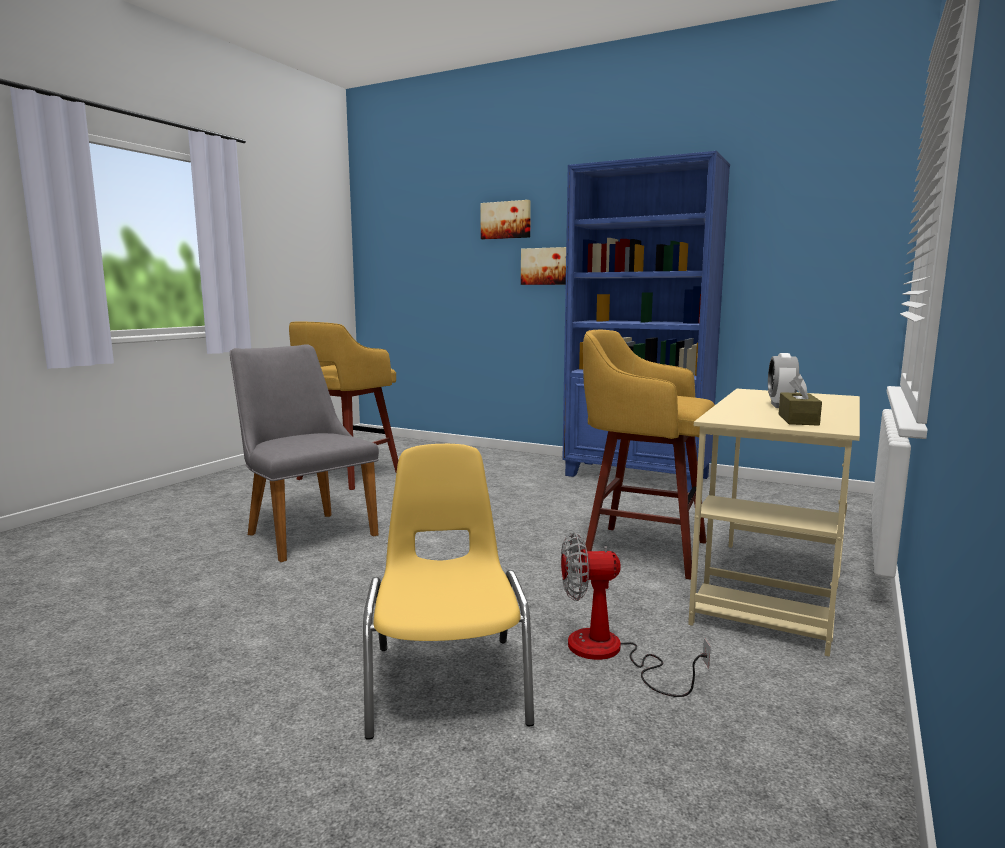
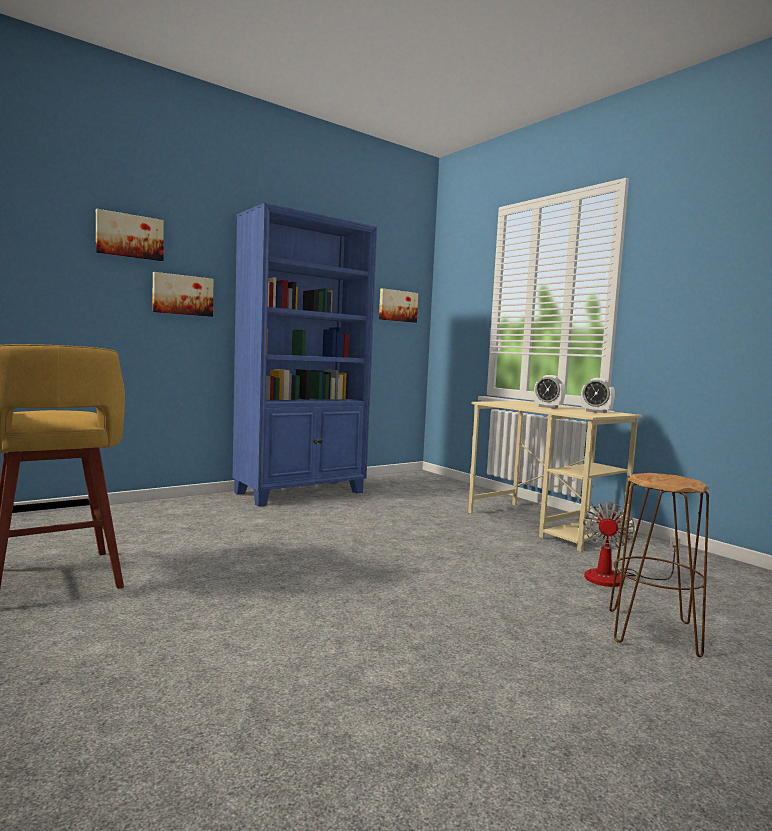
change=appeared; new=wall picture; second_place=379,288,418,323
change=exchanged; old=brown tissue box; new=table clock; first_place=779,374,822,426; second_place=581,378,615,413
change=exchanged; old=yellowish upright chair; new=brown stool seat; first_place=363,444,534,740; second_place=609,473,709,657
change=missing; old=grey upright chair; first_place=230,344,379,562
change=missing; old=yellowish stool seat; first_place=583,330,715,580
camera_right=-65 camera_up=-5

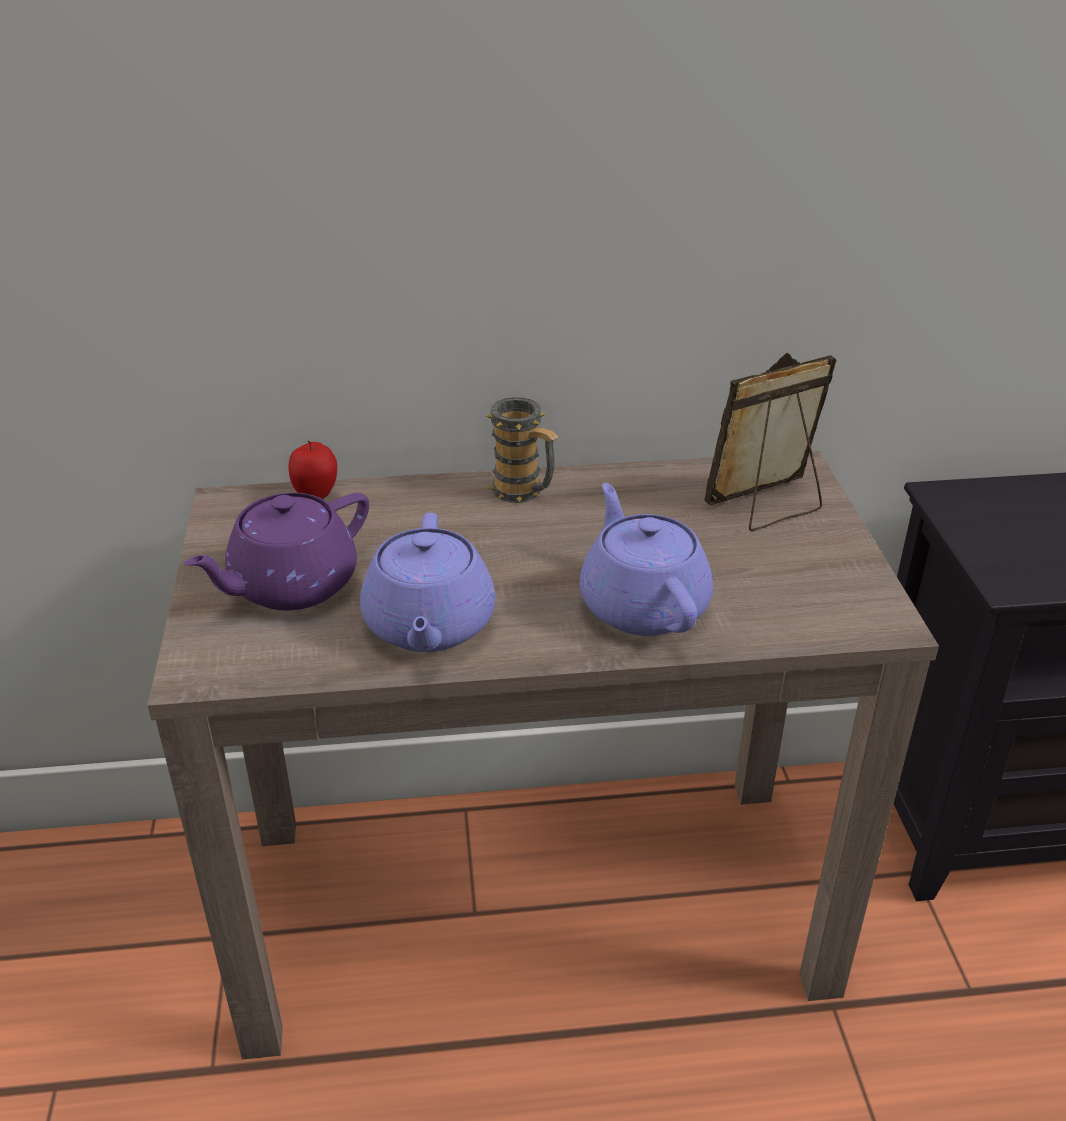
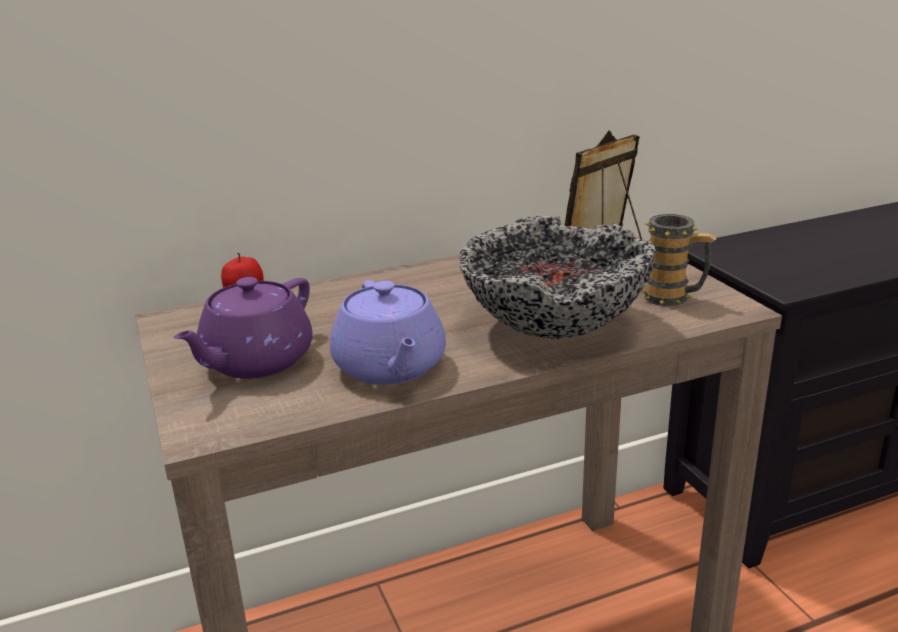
change=exchanged; old=purplish pot for tea; new=deep dish; first_place=580,483,713,636; second_place=459,216,656,339
change=relocated; old=coffee mug; first_place=486,397,558,503; second_place=642,214,717,306
camera_right=-15 camera_up=-10

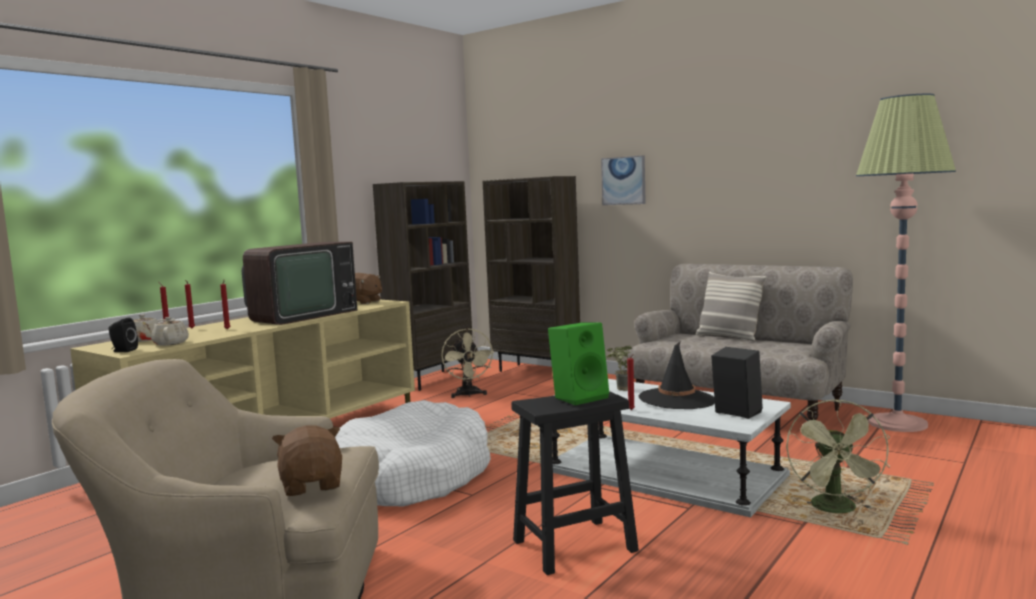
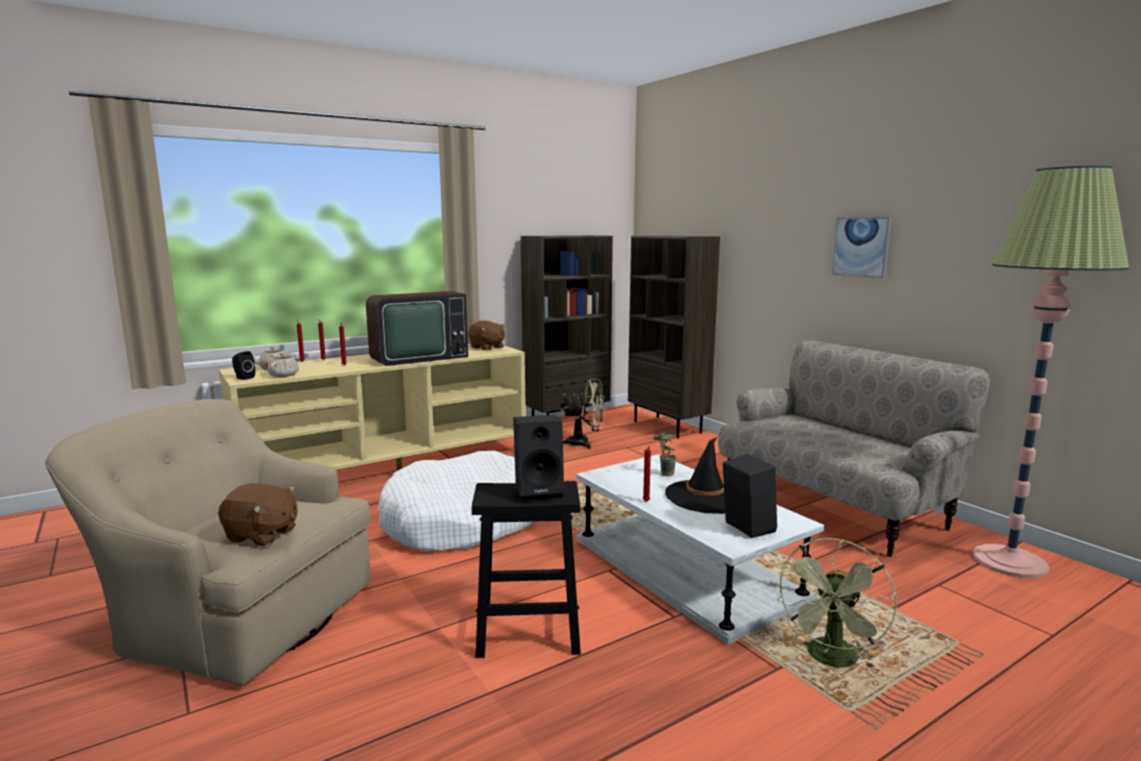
change=spun; old=brown cuddly toy; first_place=272,425,342,496; second_place=218,483,297,546; degrees=105
change=colour; old=green-coloured speaker; new=black speaker; first_place=548,322,609,405; second_place=513,415,564,501
change=spun; old=sand-coloured fan; first_place=441,328,494,398; second_place=560,379,605,449; degrees=-105
change=relocated; old=wall picture; first_place=601,155,646,205; second_place=832,217,892,278
change=missing; old=cushion; first_place=696,271,766,341
camera_right=20 camera_up=5

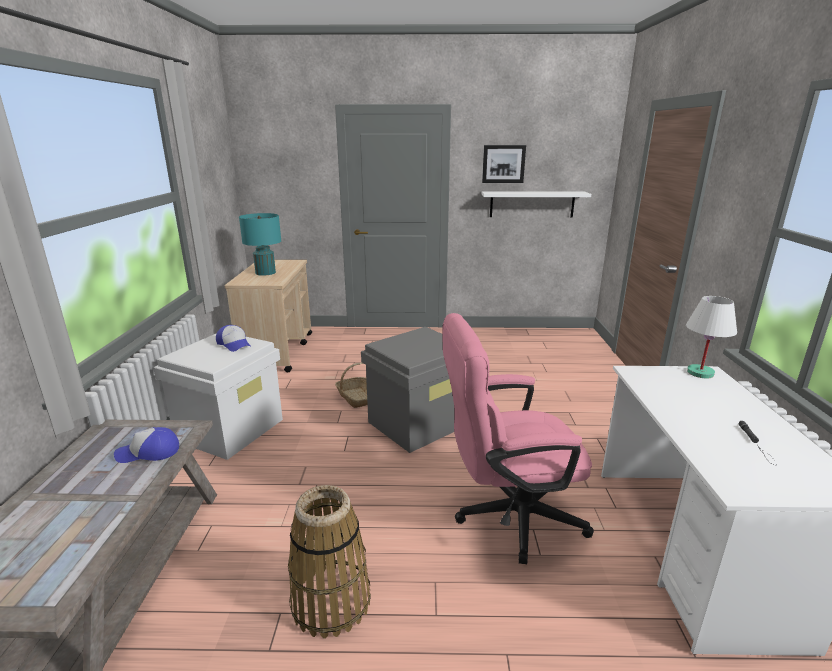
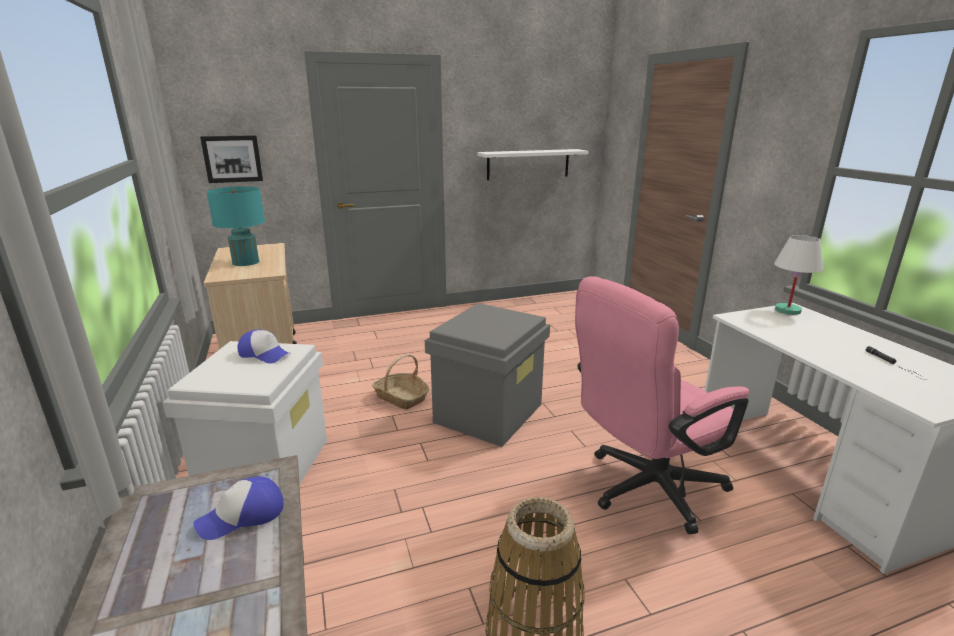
change=relocated; old=wall picture; first_place=482,145,526,183; second_place=200,135,263,183
camera_right=-20 camera_up=0

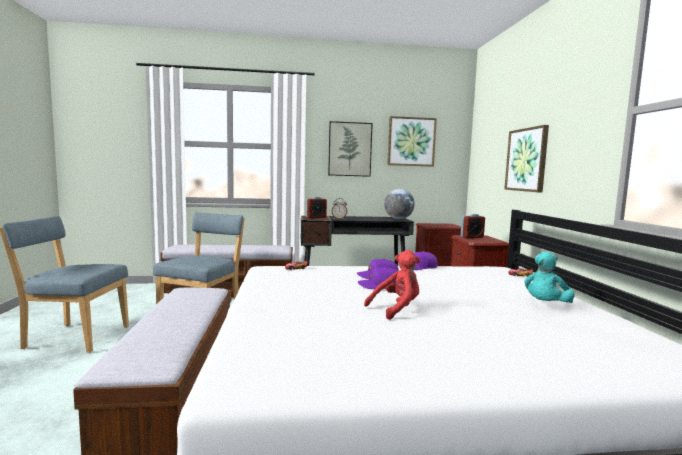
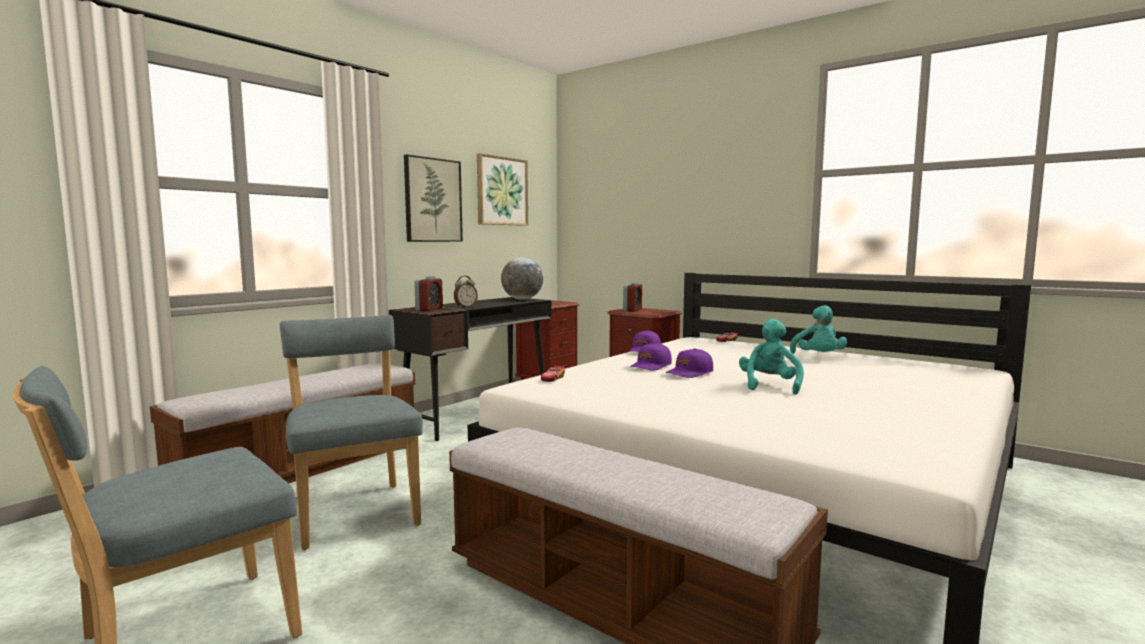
change=colour; old=reddish cuddly toy; new=blue-green cuddly toy; first_place=364,250,420,320; second_place=739,319,804,394
change=missing; old=wall picture; first_place=504,125,549,192
camera_right=-45 camera_up=0

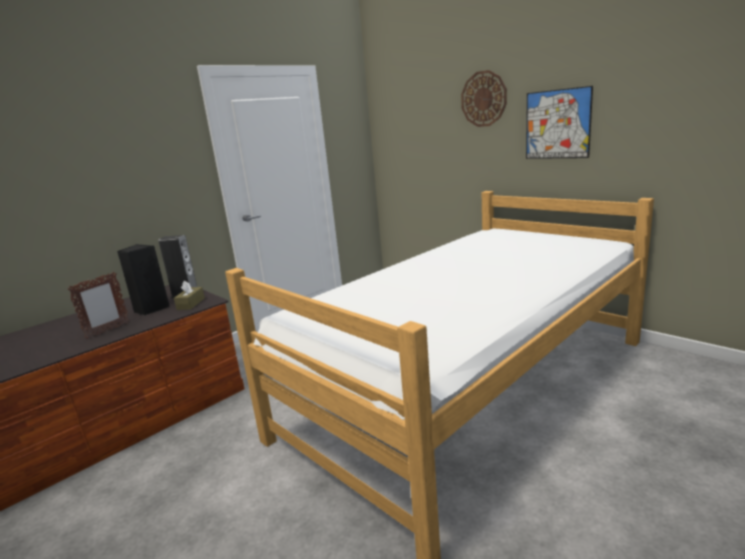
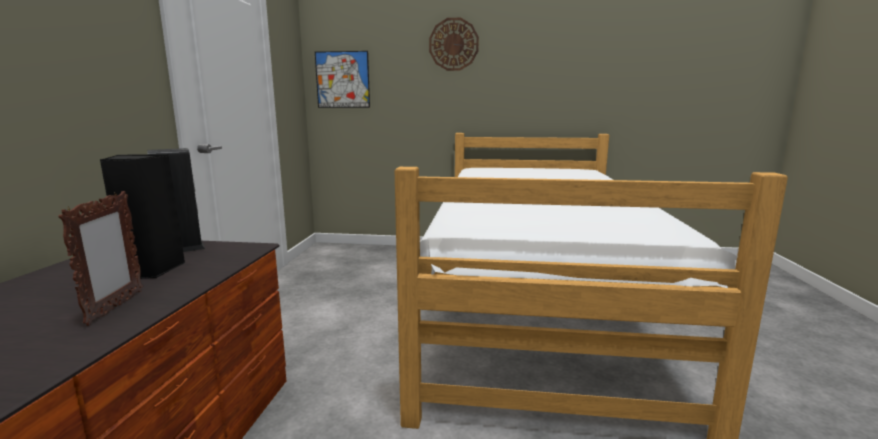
change=relocated; old=wall picture; first_place=526,86,593,159; second_place=315,51,370,108
change=missing; old=brown tissue box; first_place=174,281,205,310
camera_right=-40 camera_up=-5

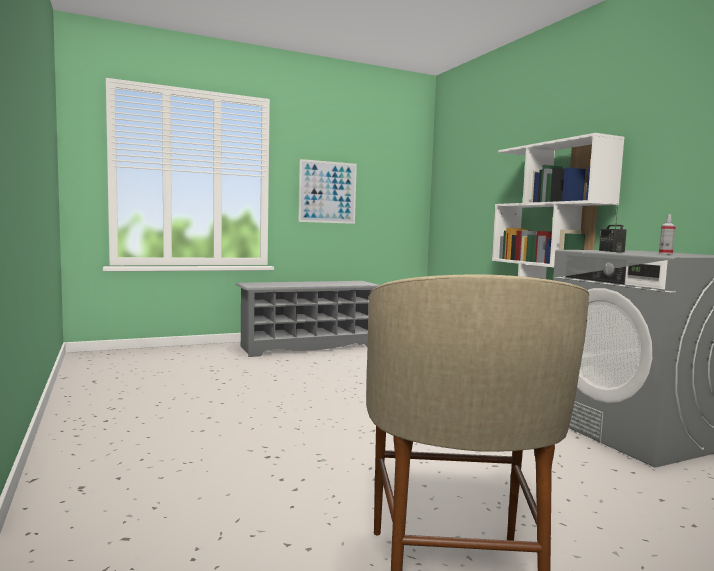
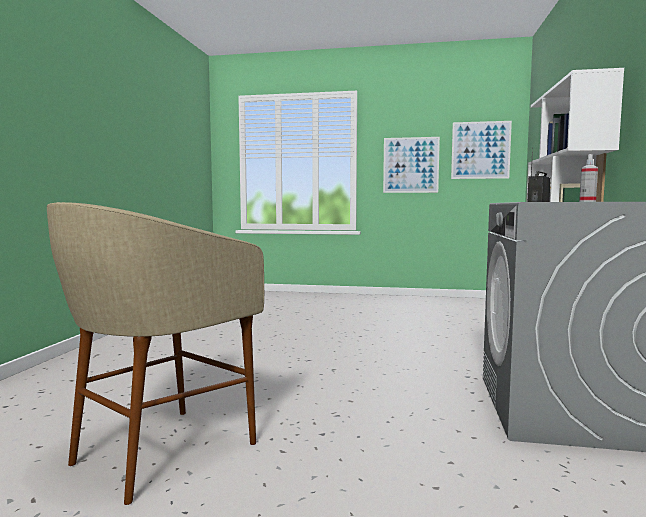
change=appeared; new=wall picture; second_place=451,121,512,179
change=missing; old=grey shoe shelf; first_place=235,281,379,357
camera_right=35 camera_up=0

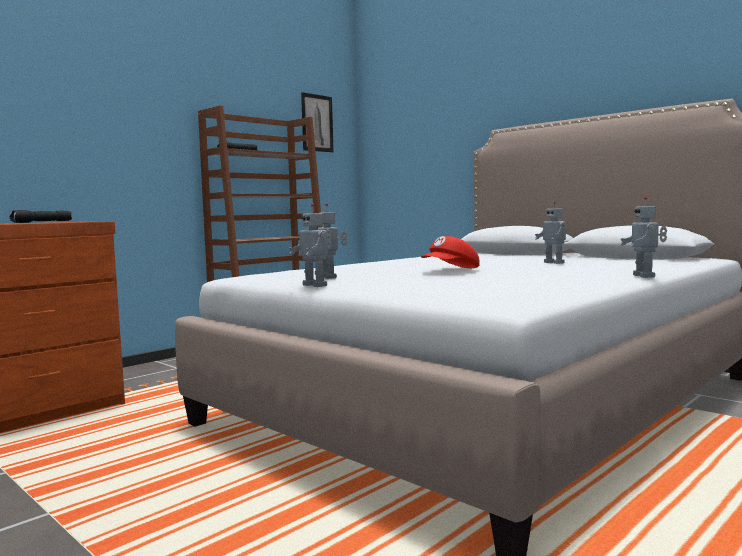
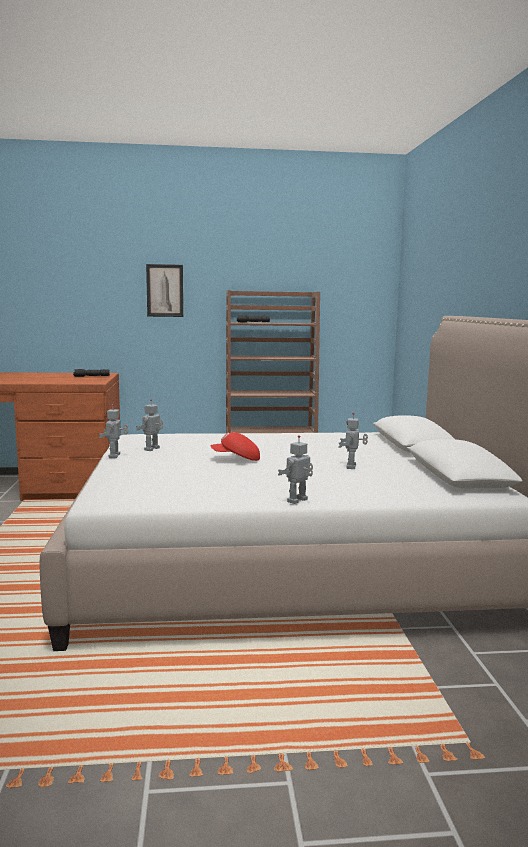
change=relocated; old=wall picture; first_place=301,92,334,153; second_place=146,264,183,317
camera_right=40 camera_up=5

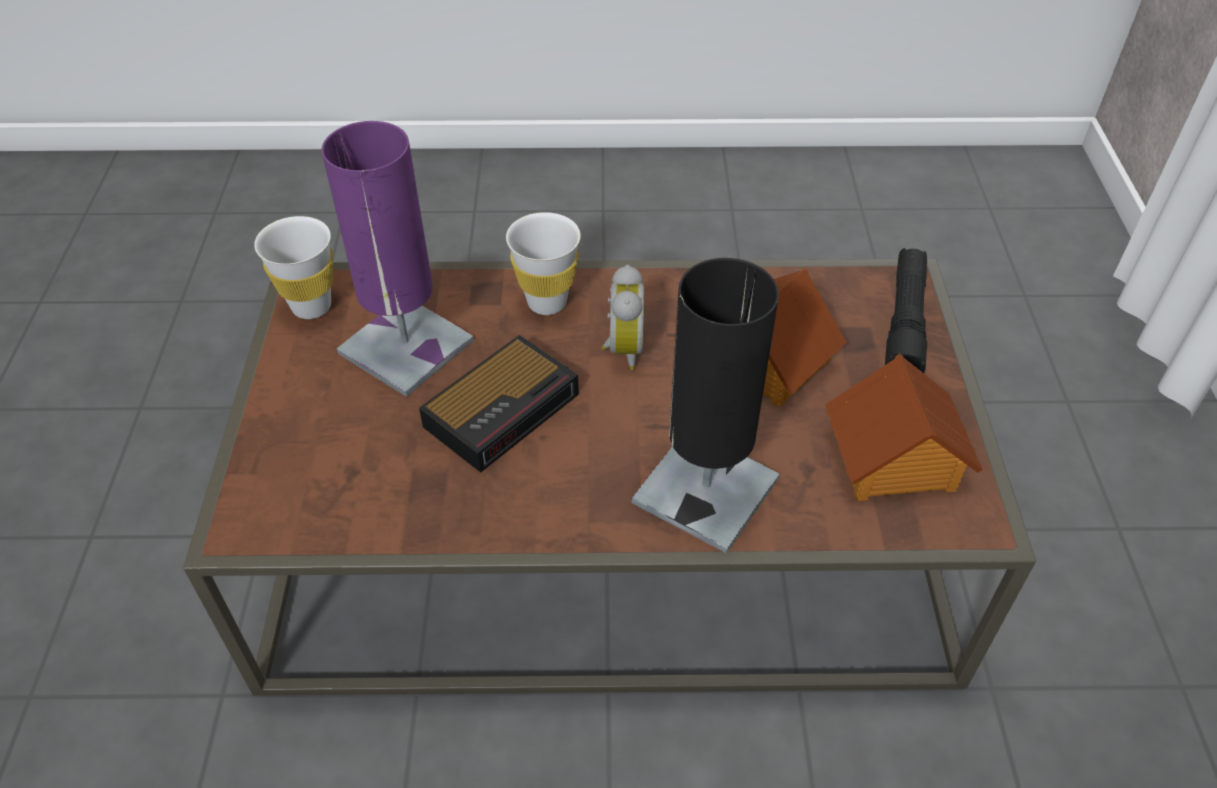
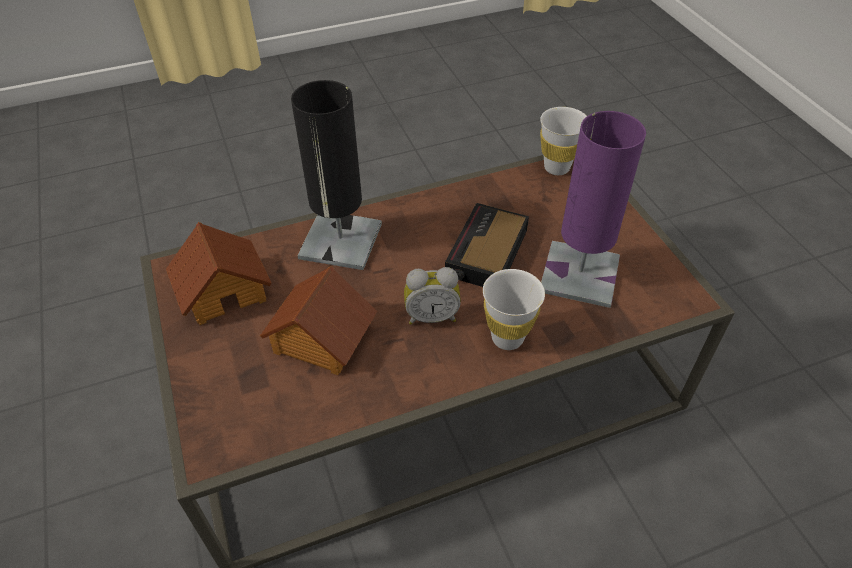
change=spun; old=table clock; first_place=601,265,644,370; second_place=404,267,461,325; degrees=-75
change=relocated; old=whitish cup; first_place=254,216,333,319; second_place=540,107,587,175
change=missing; old=black hand torch; first_place=885,248,927,373
camera_right=160 camera_up=0

